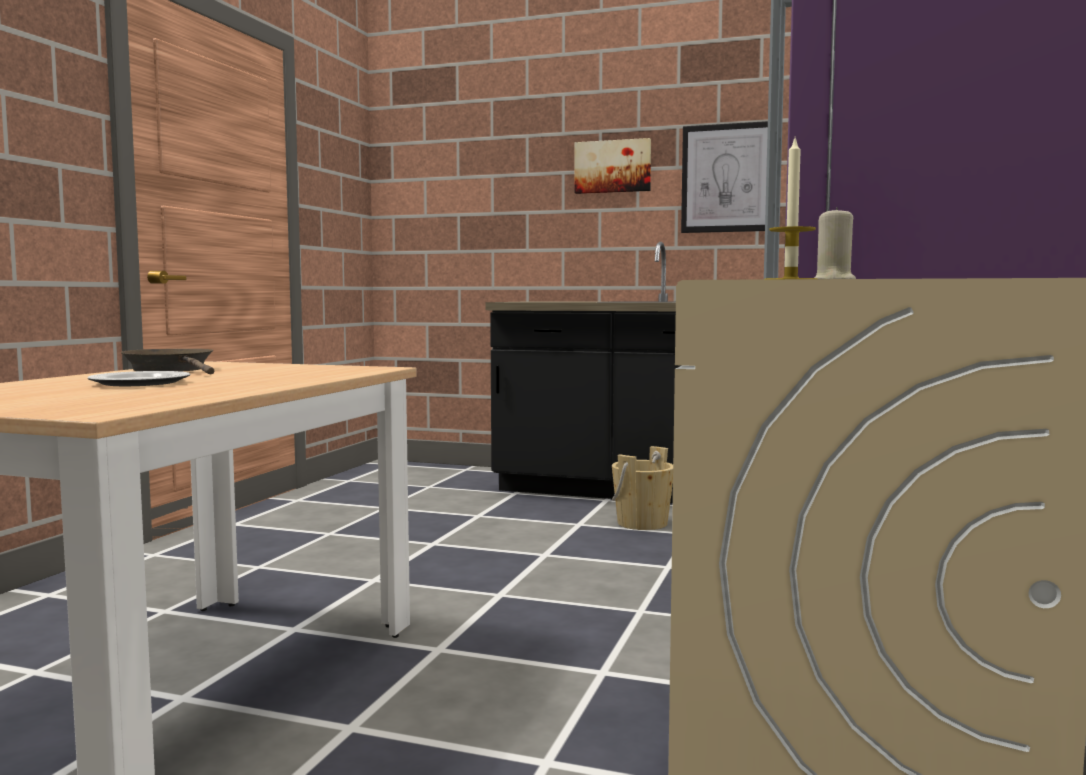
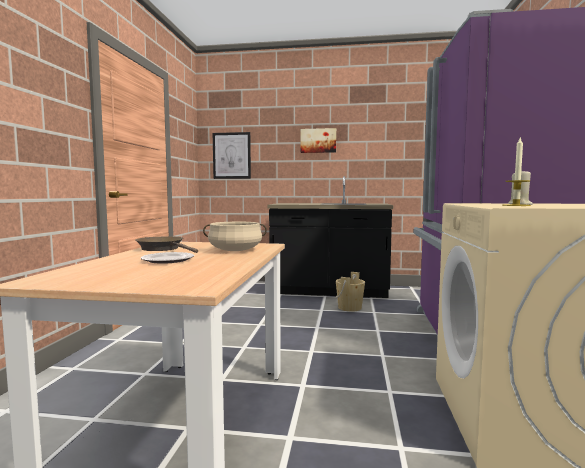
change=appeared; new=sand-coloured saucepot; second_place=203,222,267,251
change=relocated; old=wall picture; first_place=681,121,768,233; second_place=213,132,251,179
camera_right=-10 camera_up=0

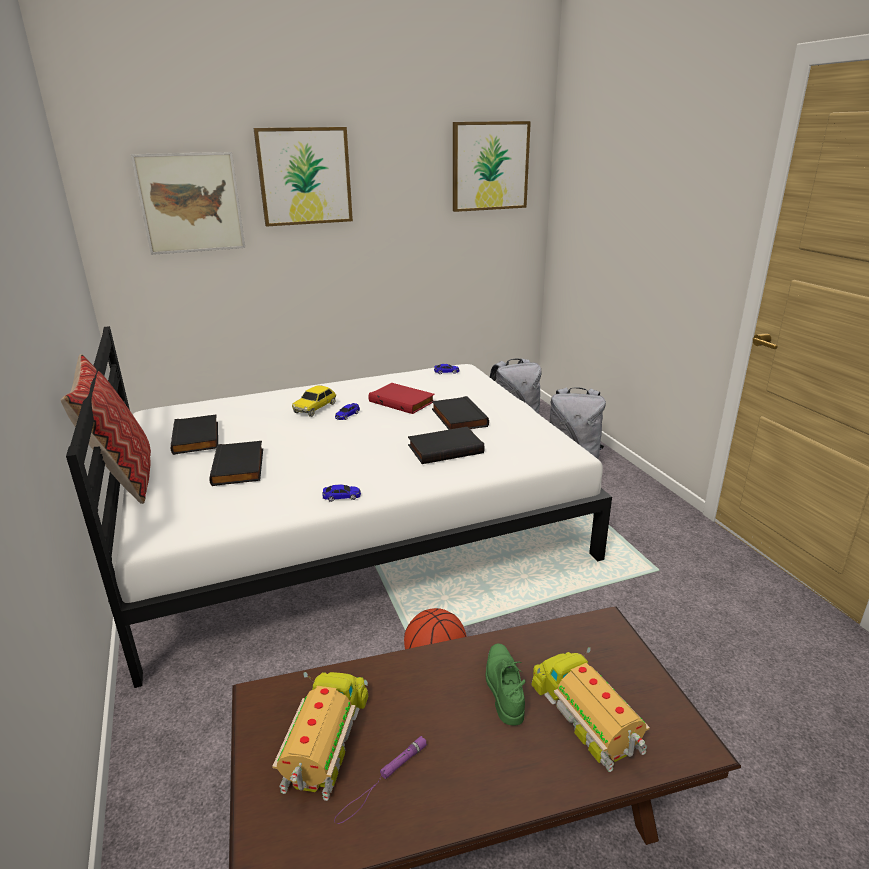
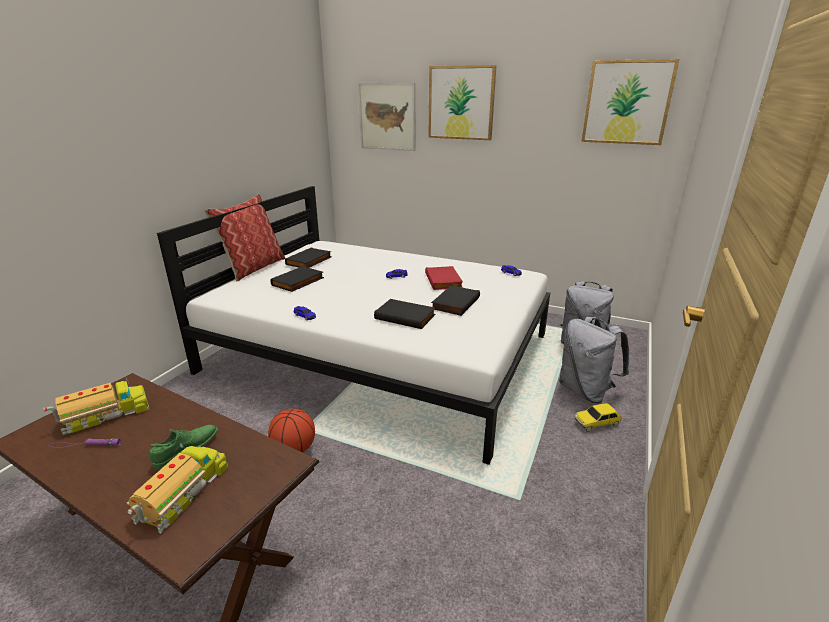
change=relocated; old=miniature car; first_place=292,385,336,417; second_place=575,403,622,432
camera_right=45 camera_up=0

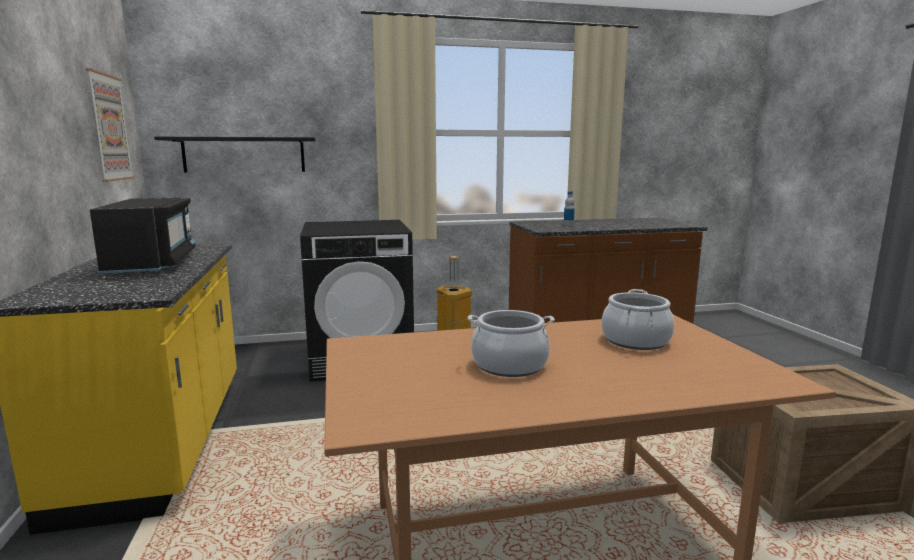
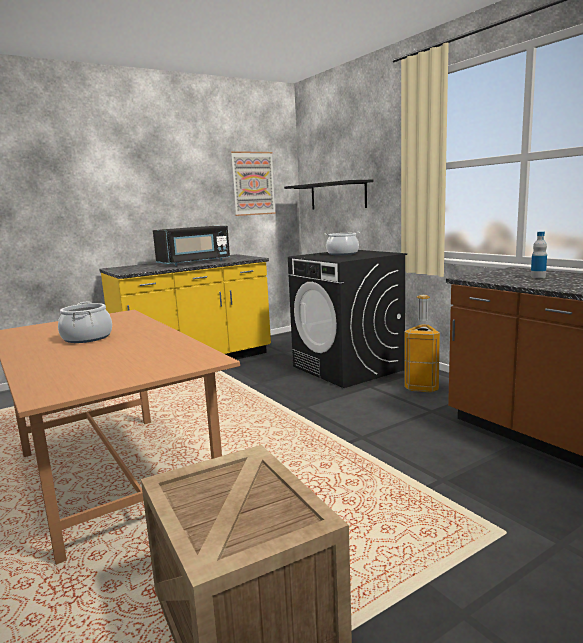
change=relocated; old=saucepot; first_place=601,289,674,350; second_place=325,232,360,255
camera_right=70 camera_up=0

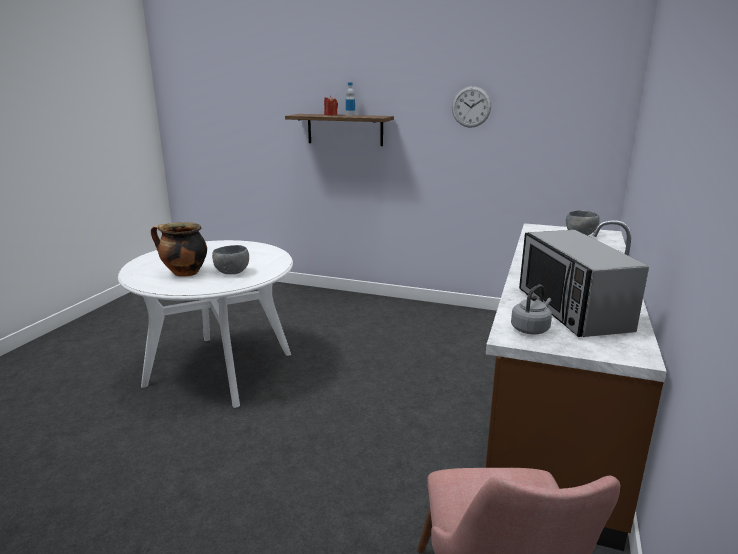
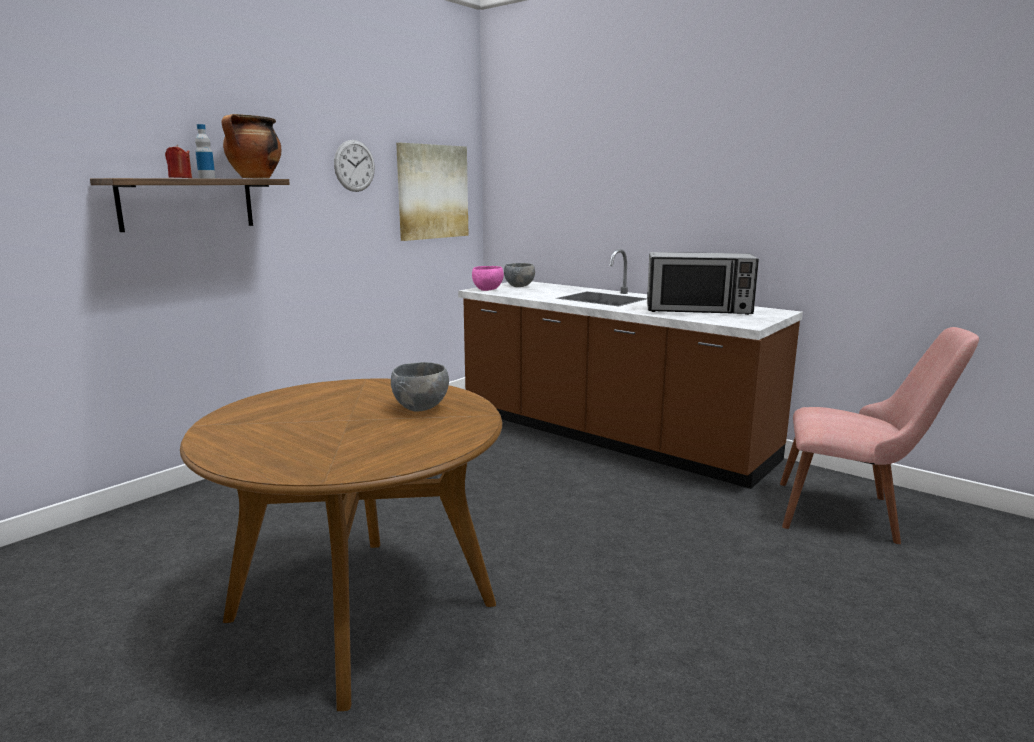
change=colour; old=whitish kitchen table; new=brown kitchen table; first_place=118,240,293,408; second_place=180,379,502,711
change=relocated; old=saucepot; first_place=151,222,207,277; second_place=221,114,281,179
change=appeared; new=wall picture; second_place=396,143,469,241
change=appeared; new=pink-coloured deep dish; second_place=472,266,504,291
change=missing; old=grey water kettle; first_place=511,285,552,334
camera_right=-70 camera_up=-5

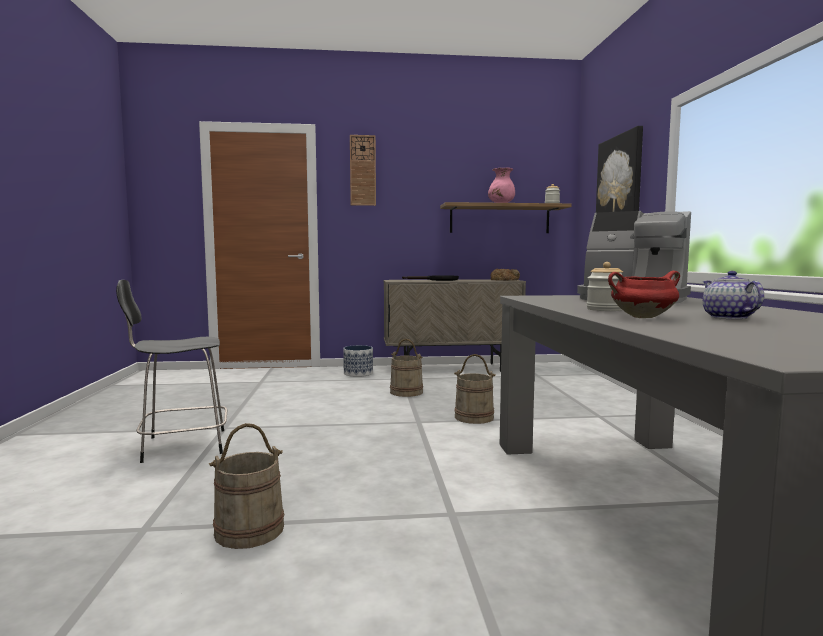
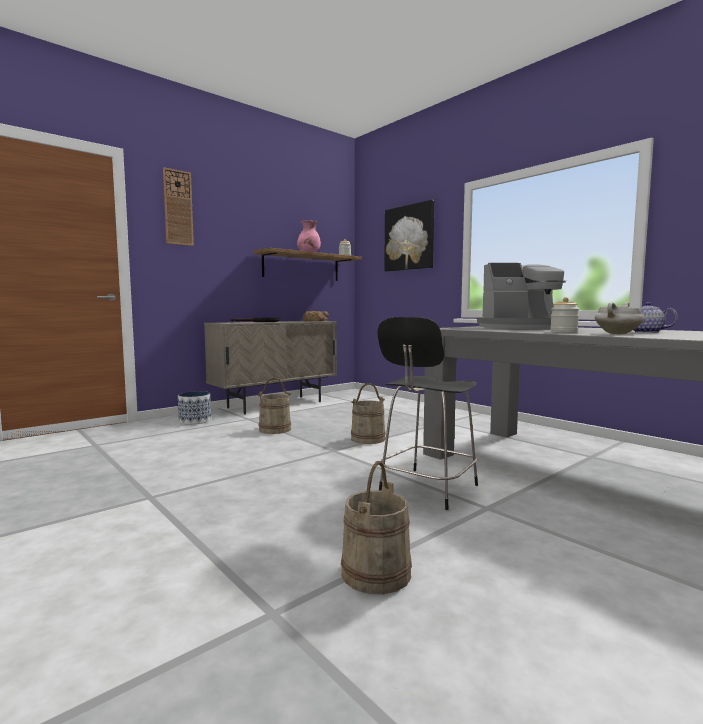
change=relocated; old=black upright chair; first_place=116,280,227,463; second_place=378,317,478,510
change=colour; old=reddish saucepot; new=whitish saucepot; first_place=608,271,680,318; second_place=595,302,644,334
camera_right=-35 camera_up=0

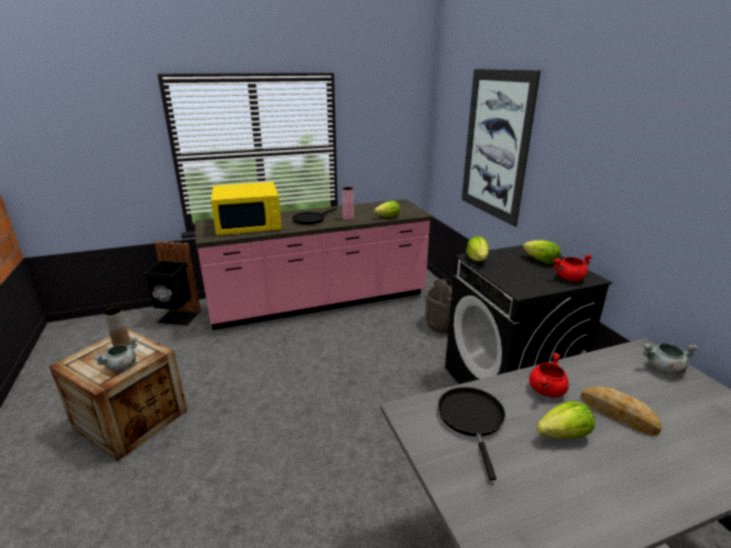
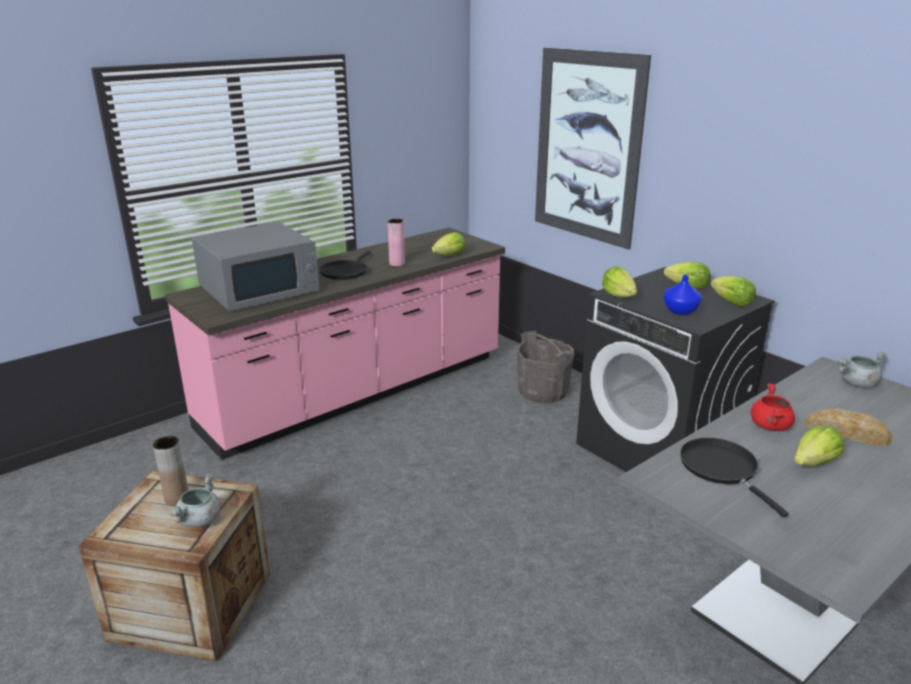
change=colour; old=yellowish microwave; new=grey microwave; first_place=211,182,282,235; second_place=192,222,319,311
change=appeared; new=blue-coloured vase; second_place=664,275,702,315
change=exchanged; old=reddish saucepot; new=lettuce; first_place=553,254,592,282; second_place=710,276,756,307
change=missing; old=black waste bin; first_place=143,241,201,326
camera_right=-20 camera_up=0

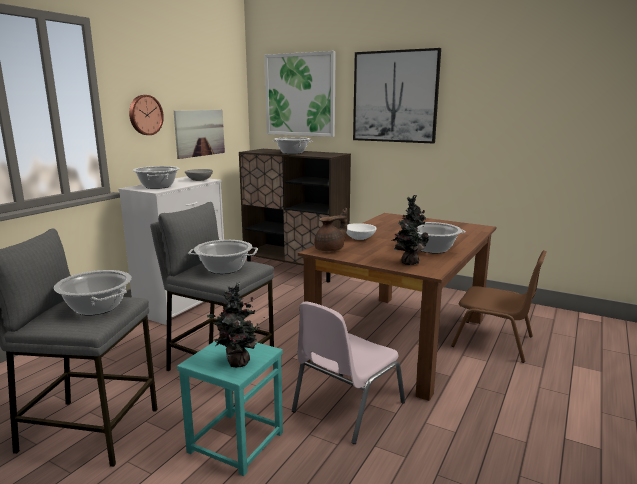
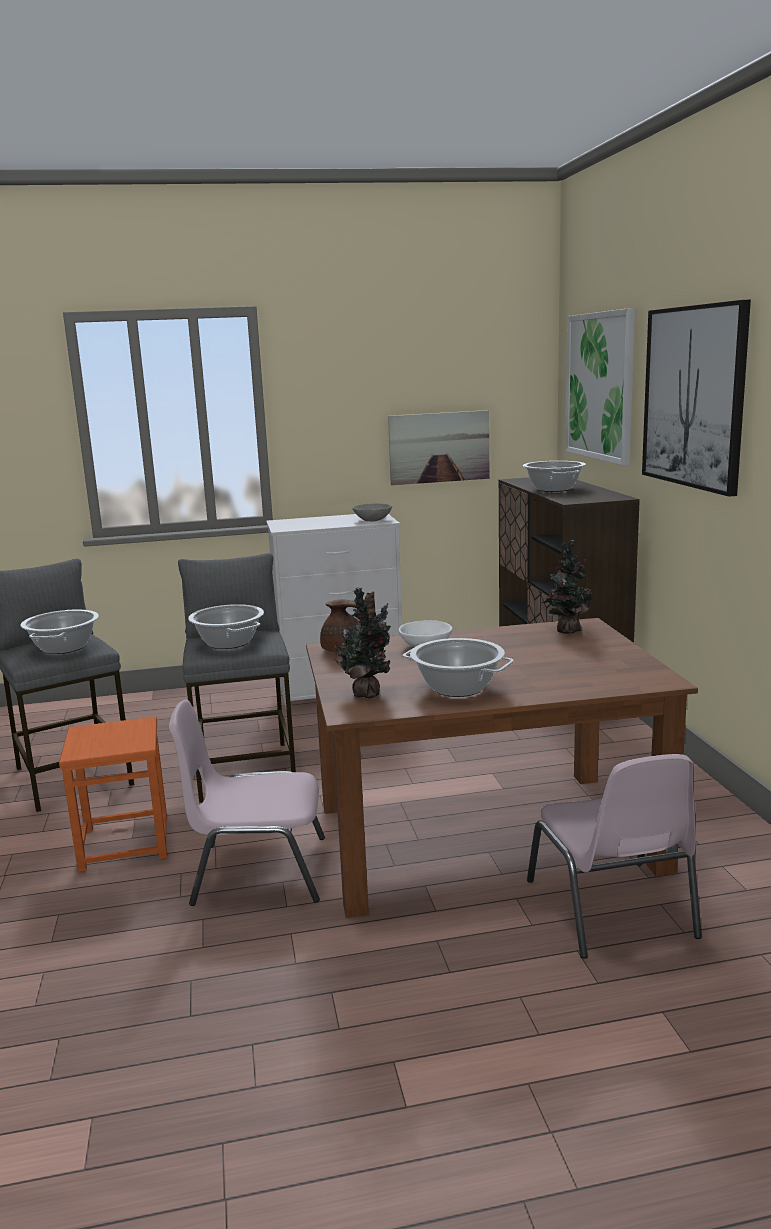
change=colour; old=blue-green stool seat; new=orange stool seat; first_place=177,341,283,476; second_place=59,717,167,872
change=colour; old=brown upright chair; new=pink-coloured upright chair; first_place=451,250,547,363; second_place=527,754,702,959
change=relocated; old=houseplant; first_place=207,282,264,367; second_place=542,540,592,634
change=missing; old=clock on the wall; first_place=129,95,164,135
change=missing; old=saucepot; first_place=132,166,180,189
camera_right=50 camera_up=0

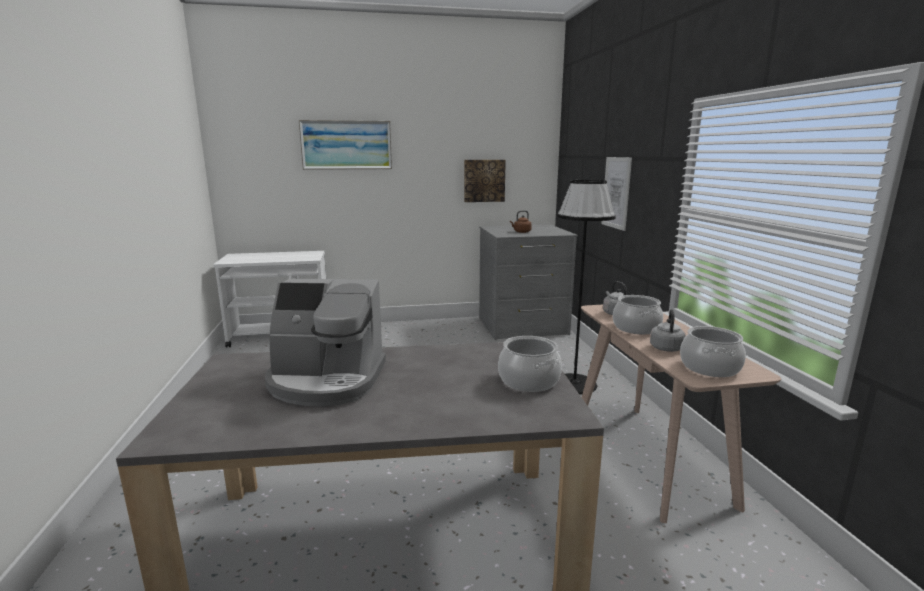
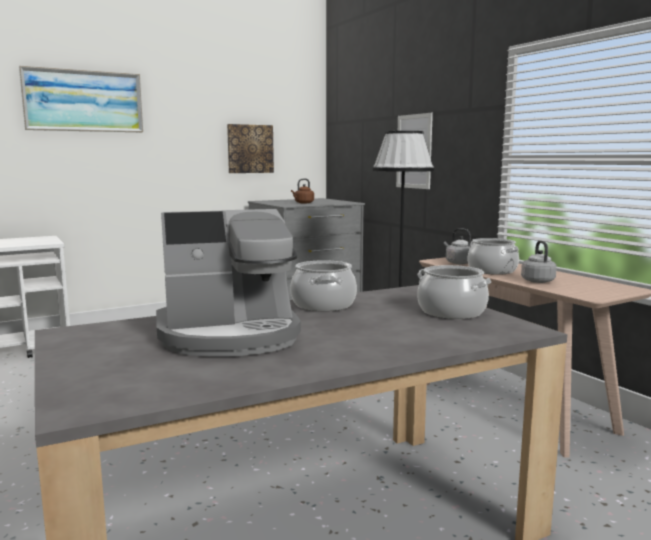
change=relocated; old=saucepot; first_place=680,326,746,377; second_place=290,260,357,311
camera_right=-20 camera_up=-5

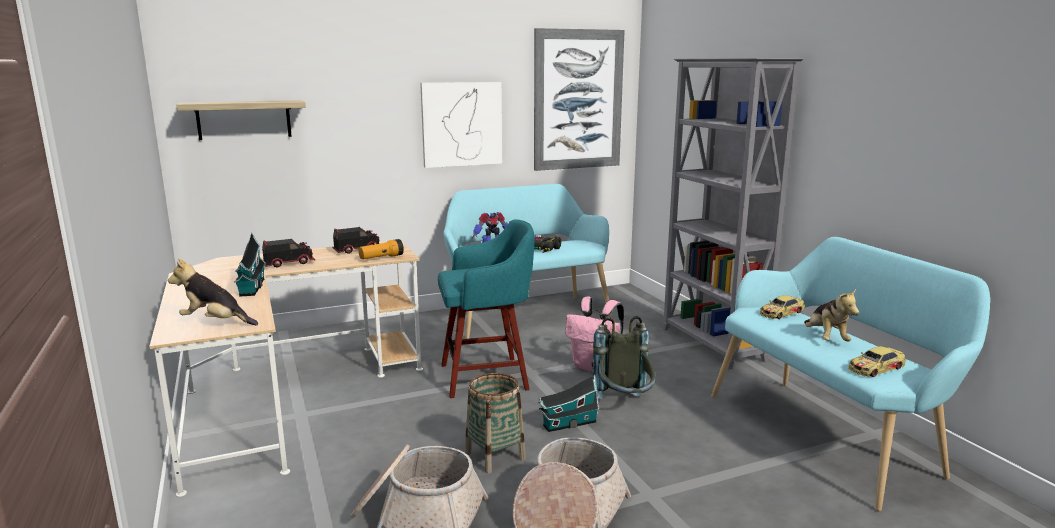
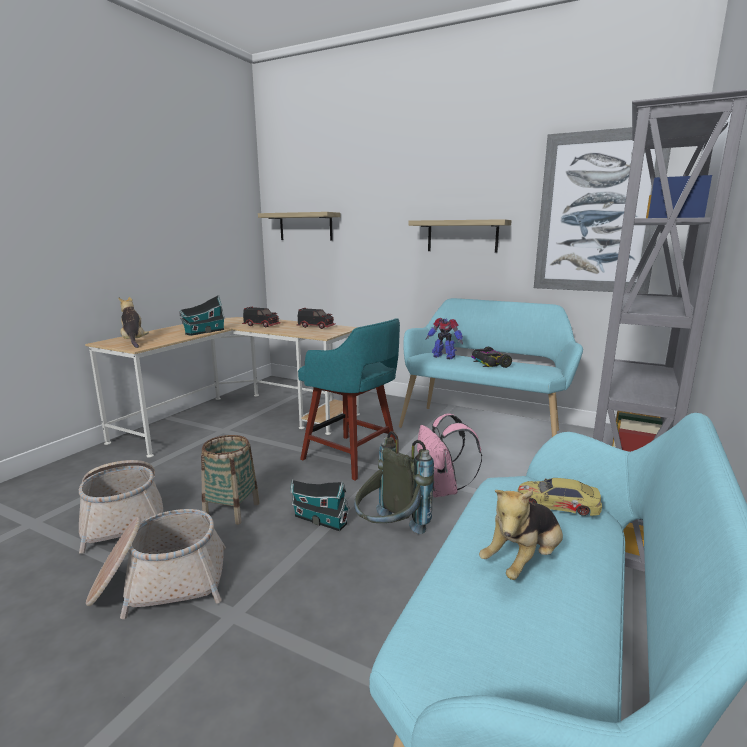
change=exchanged; old=wall picture; new=bracket shelf; first_place=420,82,502,168; second_place=408,219,512,252
change=missing; old=hand torch; first_place=359,239,404,259
change=missing; old=miniature car; first_place=848,346,906,377
camera_right=50 camera_up=0

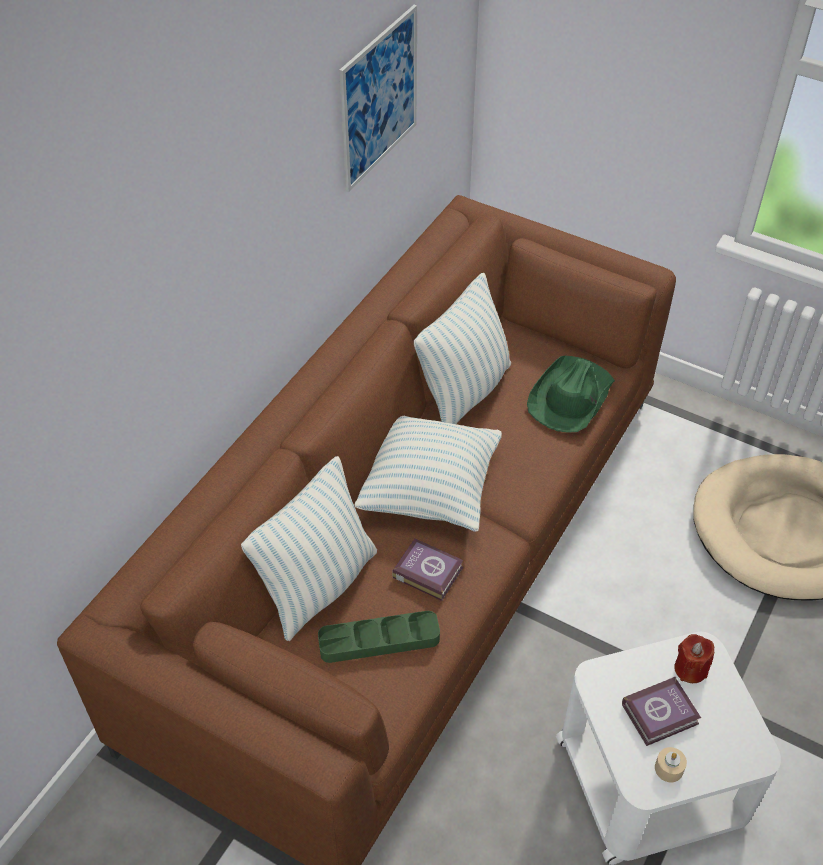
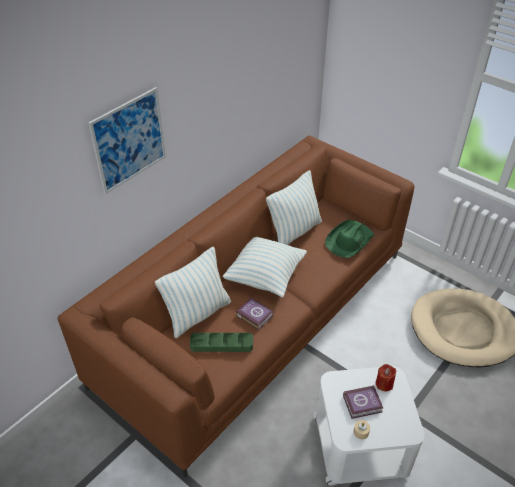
change=relocated; old=wall picture; first_place=339,5,417,192; second_place=88,87,166,194
camera_right=10 camera_up=-5

